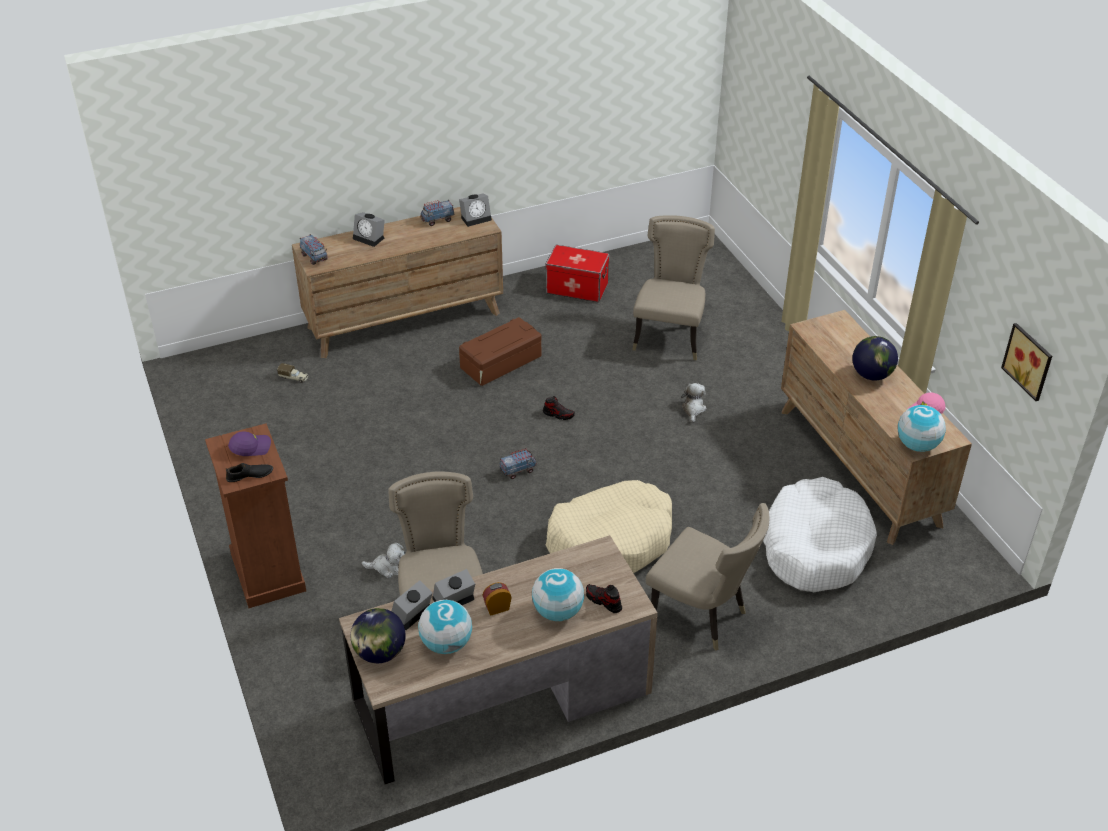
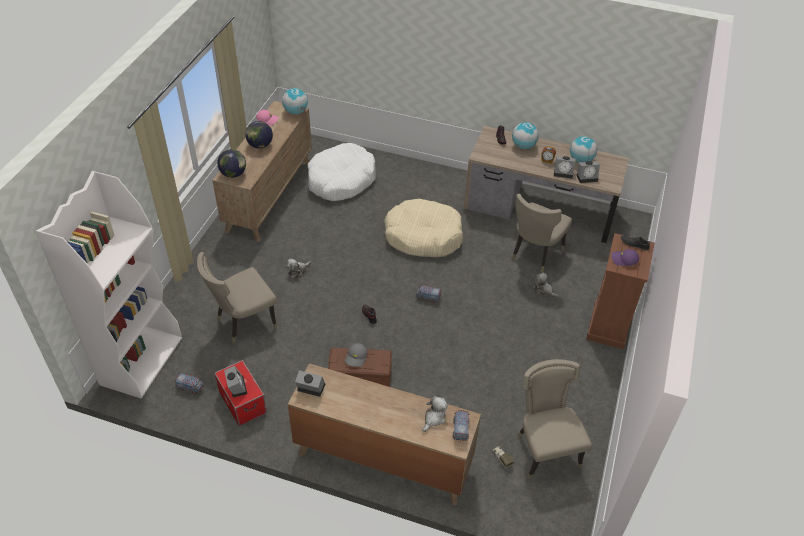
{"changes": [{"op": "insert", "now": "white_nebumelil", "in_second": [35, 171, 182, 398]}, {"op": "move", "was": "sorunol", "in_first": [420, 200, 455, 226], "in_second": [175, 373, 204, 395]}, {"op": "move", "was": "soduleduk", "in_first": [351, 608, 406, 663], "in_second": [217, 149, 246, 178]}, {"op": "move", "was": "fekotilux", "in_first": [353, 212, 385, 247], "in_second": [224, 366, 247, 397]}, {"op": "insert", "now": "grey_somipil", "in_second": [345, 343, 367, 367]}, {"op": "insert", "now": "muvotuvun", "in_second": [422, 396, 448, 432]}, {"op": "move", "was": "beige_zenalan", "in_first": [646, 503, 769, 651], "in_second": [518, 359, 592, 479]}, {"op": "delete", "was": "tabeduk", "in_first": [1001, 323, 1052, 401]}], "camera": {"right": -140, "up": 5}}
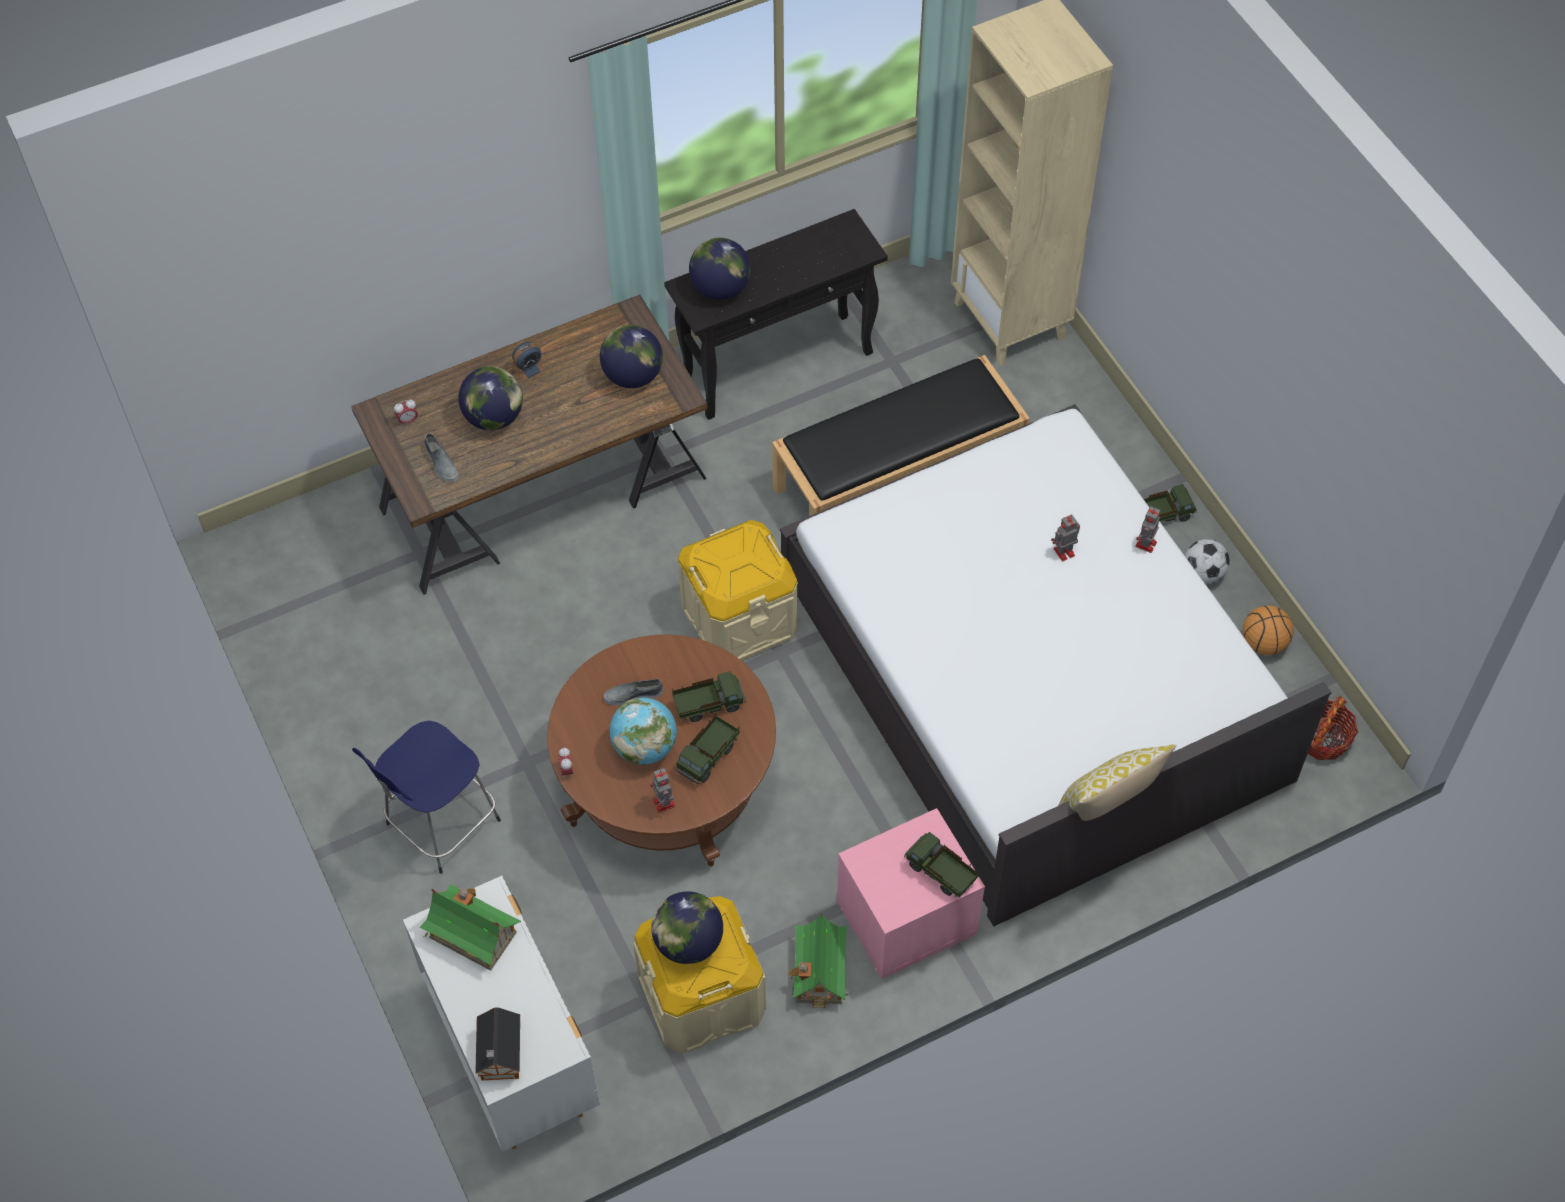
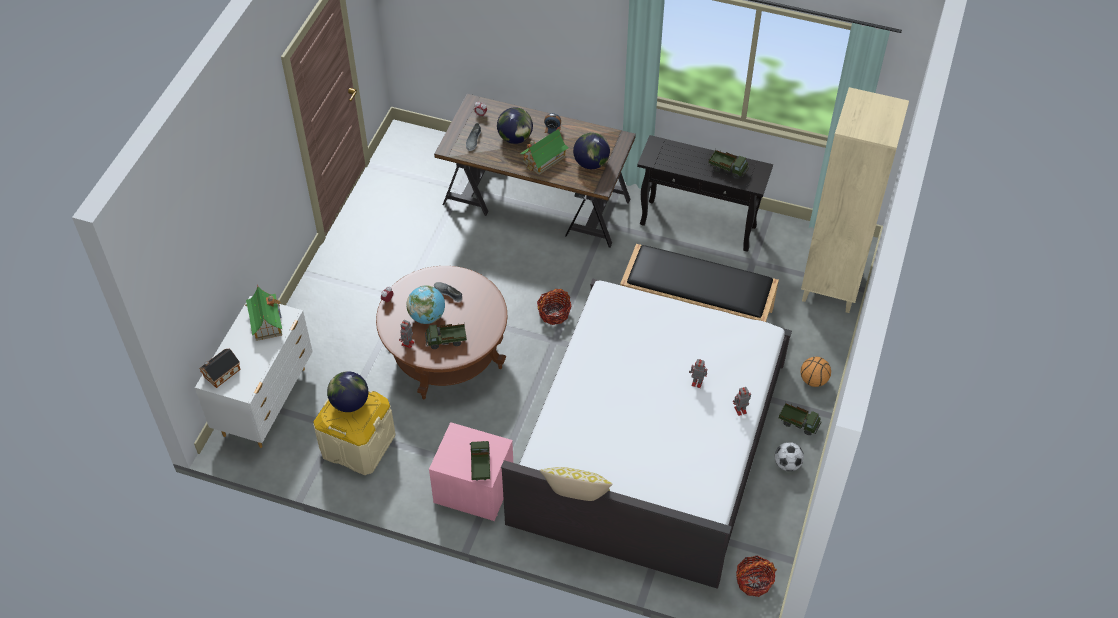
{"changes": [{"op": "move", "was": "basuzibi", "in_first": [788, 912, 848, 1008], "in_second": [520, 127, 569, 175]}, {"op": "replace", "was": "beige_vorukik", "now": "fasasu", "in_first": [677, 520, 798, 661], "in_second": [537, 289, 571, 325]}, {"op": "move", "was": "sorunol", "in_first": [672, 671, 746, 722], "in_second": [709, 149, 749, 179]}, {"op": "move", "was": "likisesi", "in_first": [1243, 605, 1294, 655], "in_second": [801, 357, 831, 387]}, {"op": "delete", "was": "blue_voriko", "in_first": [352, 721, 501, 874]}, {"op": "delete", "was": "soduleduk", "in_first": [689, 238, 751, 300]}], "camera": {"right": 45, "up": -5}}
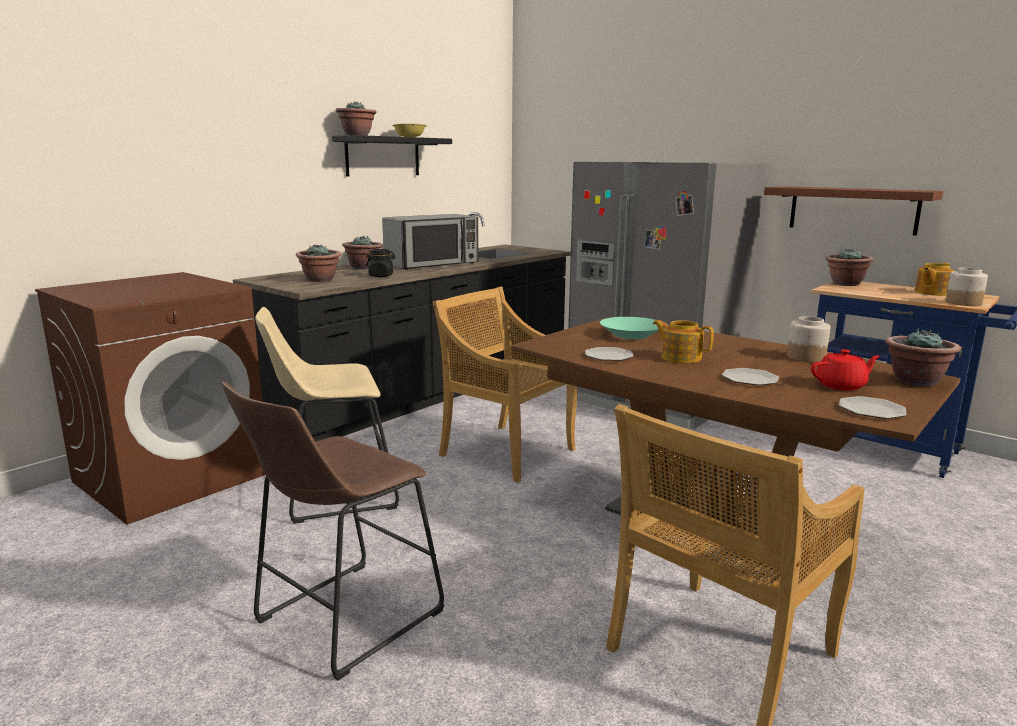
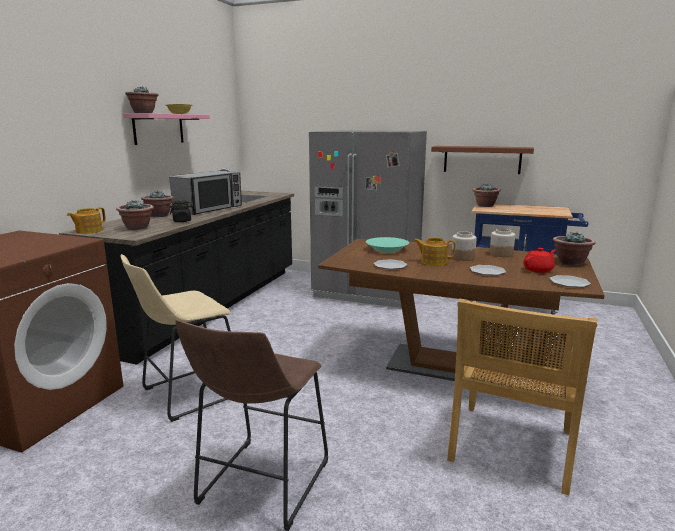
{"changes": [{"op": "move", "was": "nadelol", "in_first": [915, 263, 954, 296], "in_second": [67, 207, 106, 234]}, {"op": "recolor", "was": "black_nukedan", "now": "pink_nukedan", "in_first": [332, 135, 452, 177], "in_second": [123, 113, 210, 145]}, {"op": "move", "was": "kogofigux", "in_first": [946, 268, 988, 306], "in_second": [451, 231, 477, 261]}, {"op": "delete", "was": "beige_zenalan", "in_first": [432, 286, 577, 483]}], "camera": {"right": -20, "up": 0}}
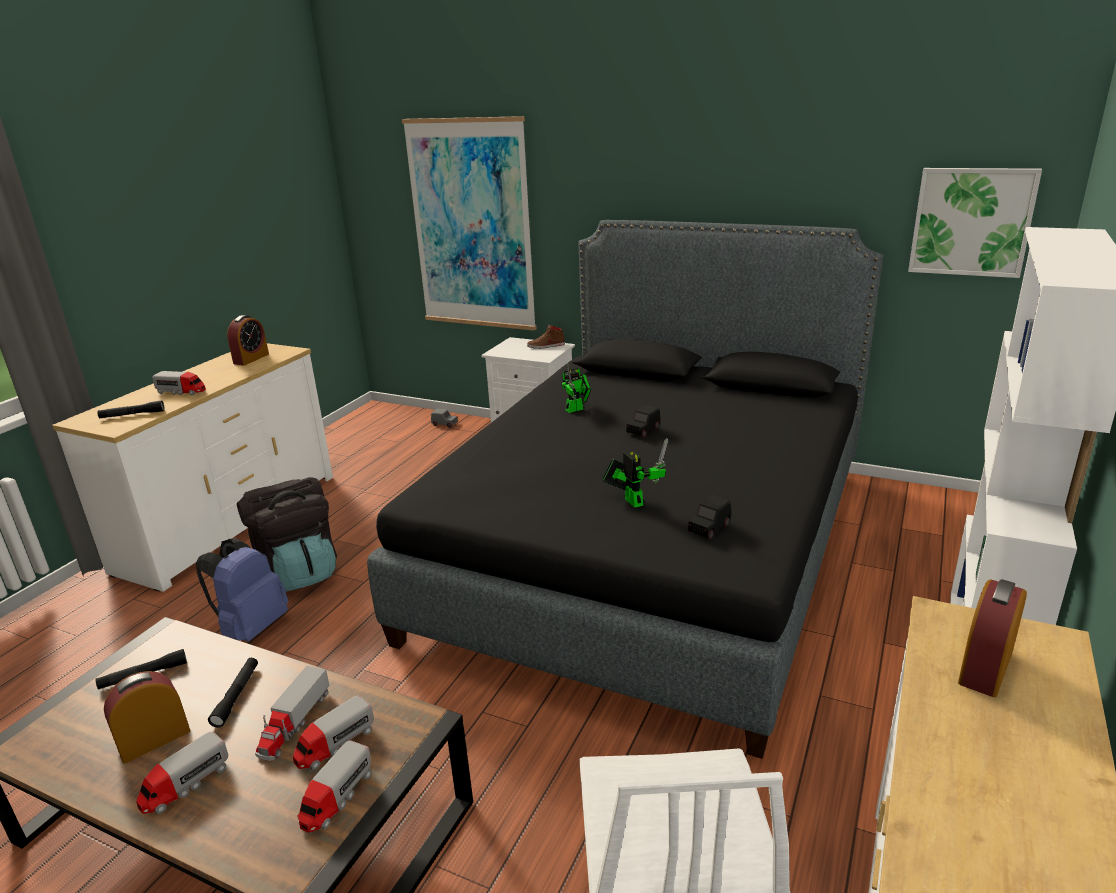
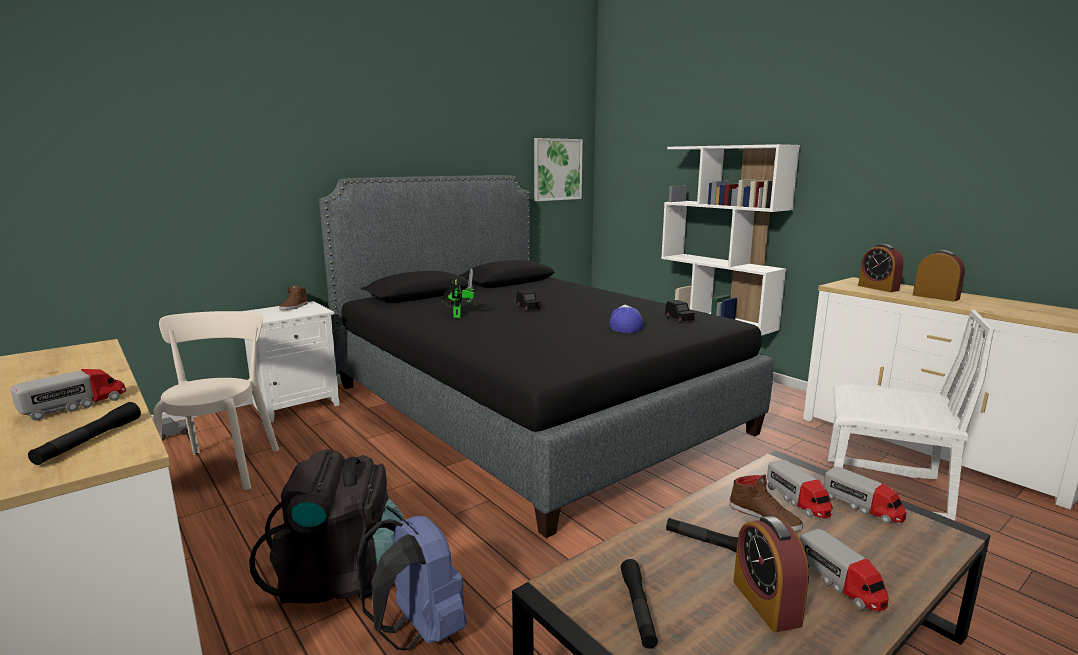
{"changes": [{"op": "insert", "now": "beige_zenalan", "in_second": [153, 311, 279, 490]}, {"op": "replace", "was": "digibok", "now": "somipil", "in_first": [602, 438, 669, 508], "in_second": [609, 305, 643, 333]}, {"op": "replace", "was": "sorunol", "now": "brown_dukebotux", "in_first": [255, 666, 330, 761], "in_second": [730, 475, 803, 531]}, {"op": "move", "was": "fekotilux", "in_first": [227, 315, 269, 365], "in_second": [913, 250, 965, 302]}, {"op": "delete", "was": "tabeduk", "in_first": [402, 116, 537, 330]}], "camera": {"right": -65, "up": -10}}
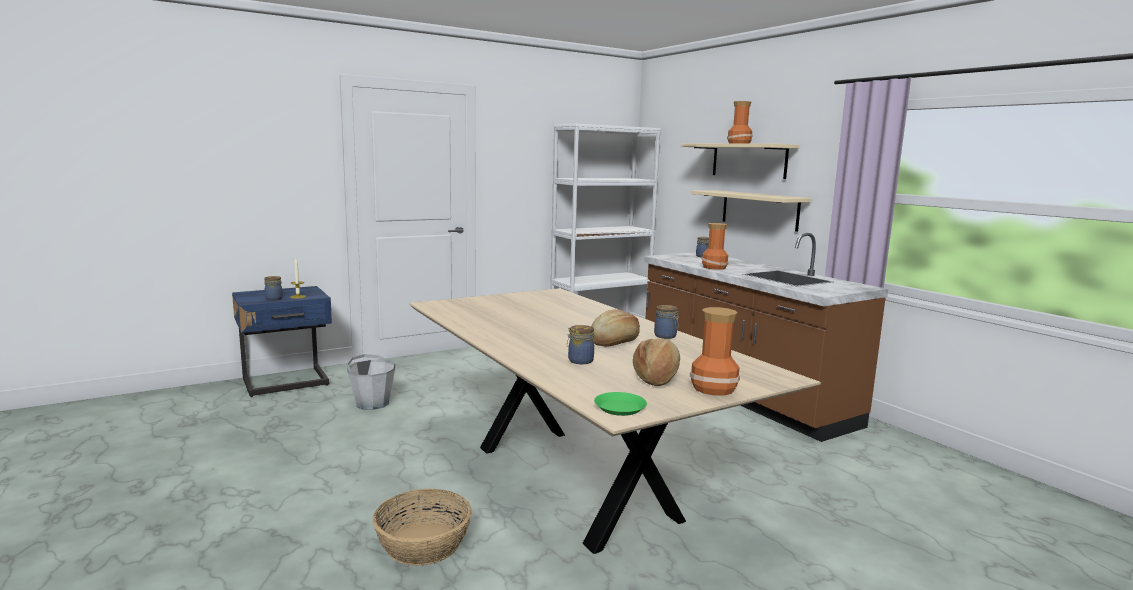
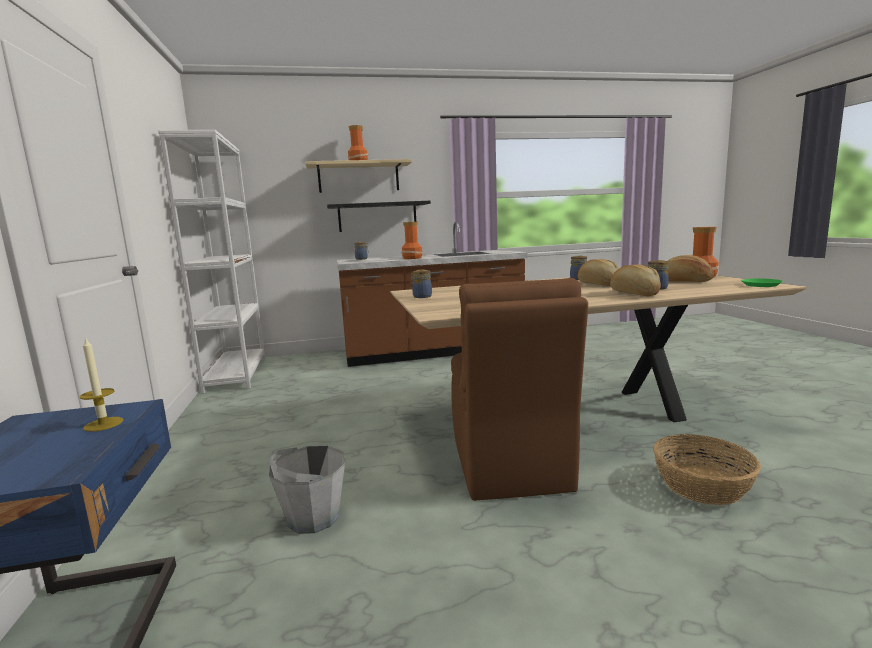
{"changes": [{"op": "recolor", "was": "beige_nukedan", "now": "black_nukedan", "in_first": [691, 190, 812, 232], "in_second": [327, 201, 431, 232]}, {"op": "move", "was": "kogofigux", "in_first": [264, 276, 283, 300], "in_second": [411, 270, 432, 298]}, {"op": "insert", "now": "brown_zenalan", "in_second": [451, 278, 588, 501]}, {"op": "insert", "now": "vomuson", "in_second": [610, 264, 661, 296]}], "camera": {"right": -70, "up": 0}}
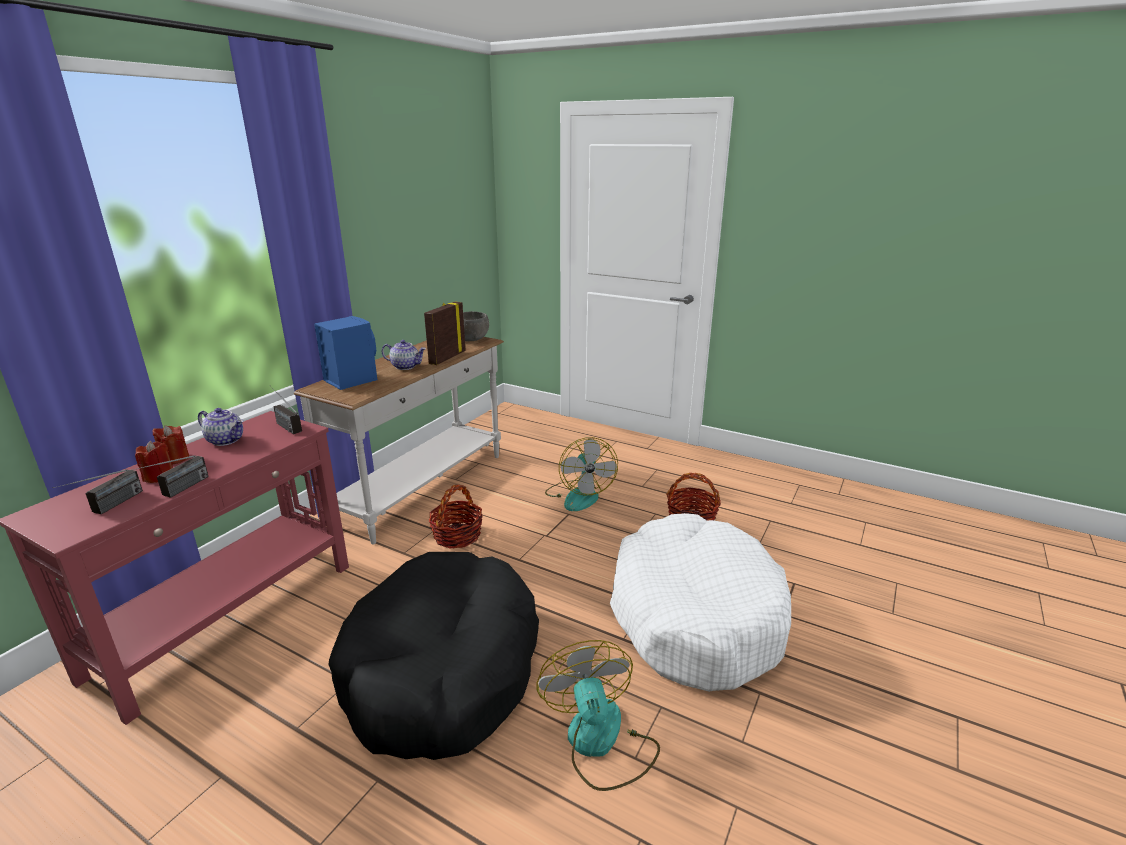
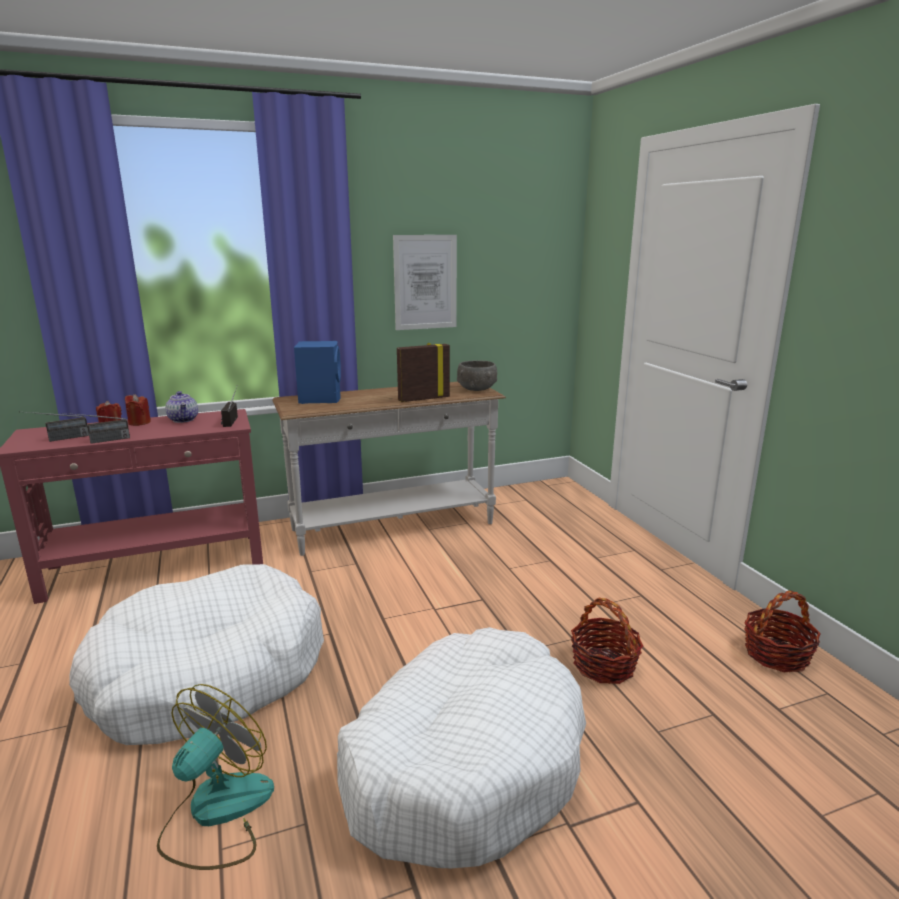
{"changes": [{"op": "recolor", "was": "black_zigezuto", "now": "white_zigezuto", "in_first": [328, 552, 539, 760], "in_second": [69, 564, 324, 745]}, {"op": "insert", "now": "tabeduk", "in_second": [393, 235, 457, 330]}, {"op": "move", "was": "fasasu", "in_first": [429, 485, 483, 549], "in_second": [744, 590, 821, 672]}, {"op": "delete", "was": "nadelol", "in_first": [382, 340, 426, 370]}, {"op": "delete", "was": "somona", "in_first": [545, 437, 618, 511]}], "camera": {"right": 40, "up": -5}}
